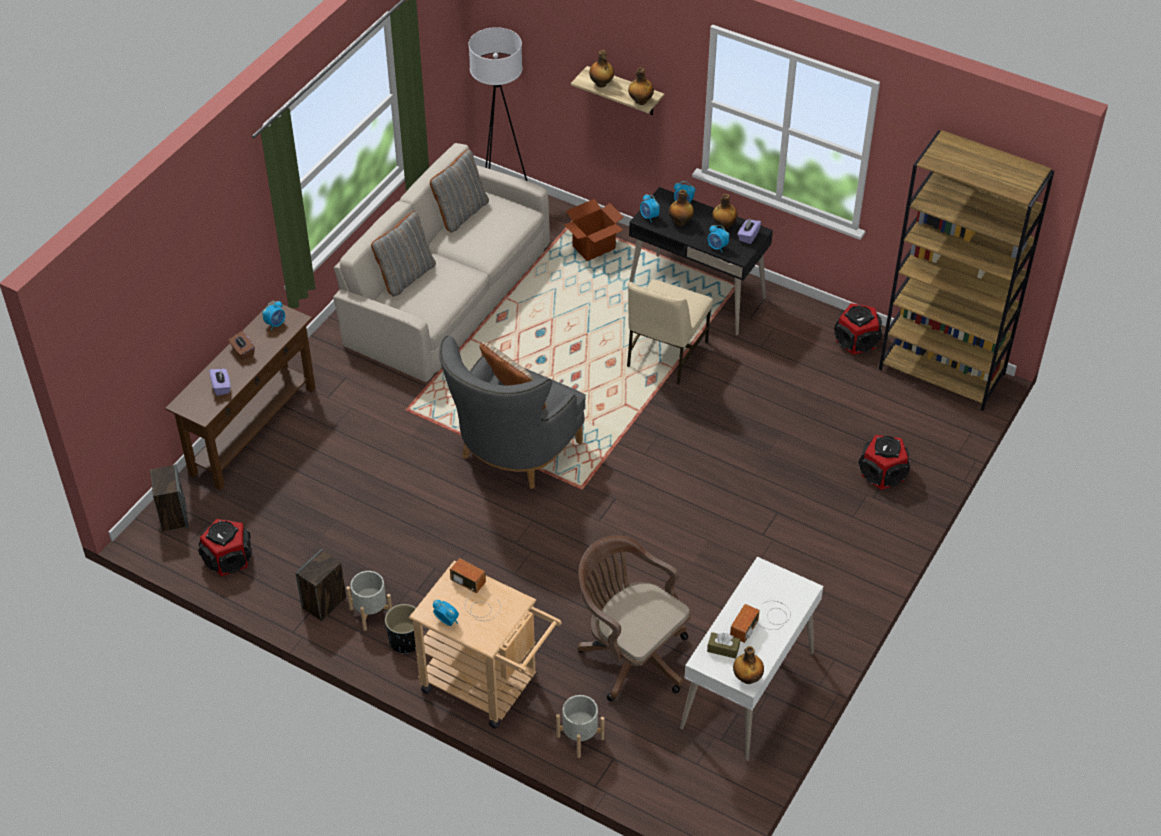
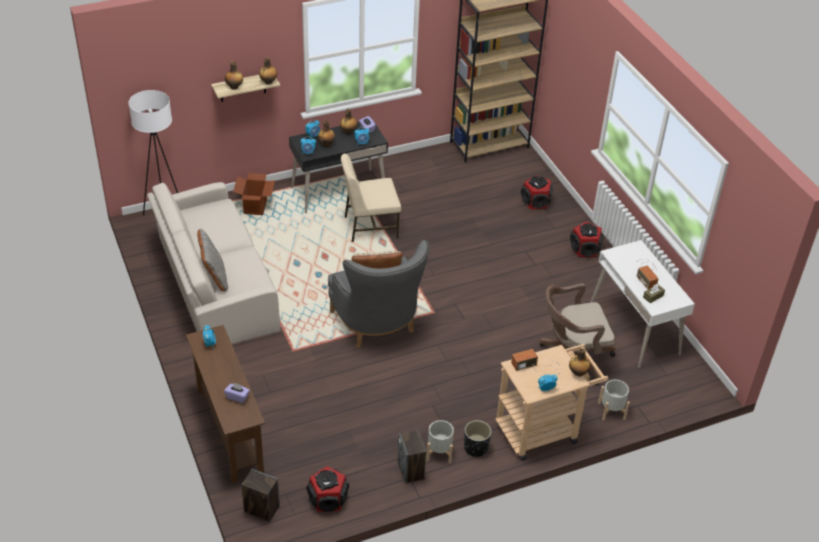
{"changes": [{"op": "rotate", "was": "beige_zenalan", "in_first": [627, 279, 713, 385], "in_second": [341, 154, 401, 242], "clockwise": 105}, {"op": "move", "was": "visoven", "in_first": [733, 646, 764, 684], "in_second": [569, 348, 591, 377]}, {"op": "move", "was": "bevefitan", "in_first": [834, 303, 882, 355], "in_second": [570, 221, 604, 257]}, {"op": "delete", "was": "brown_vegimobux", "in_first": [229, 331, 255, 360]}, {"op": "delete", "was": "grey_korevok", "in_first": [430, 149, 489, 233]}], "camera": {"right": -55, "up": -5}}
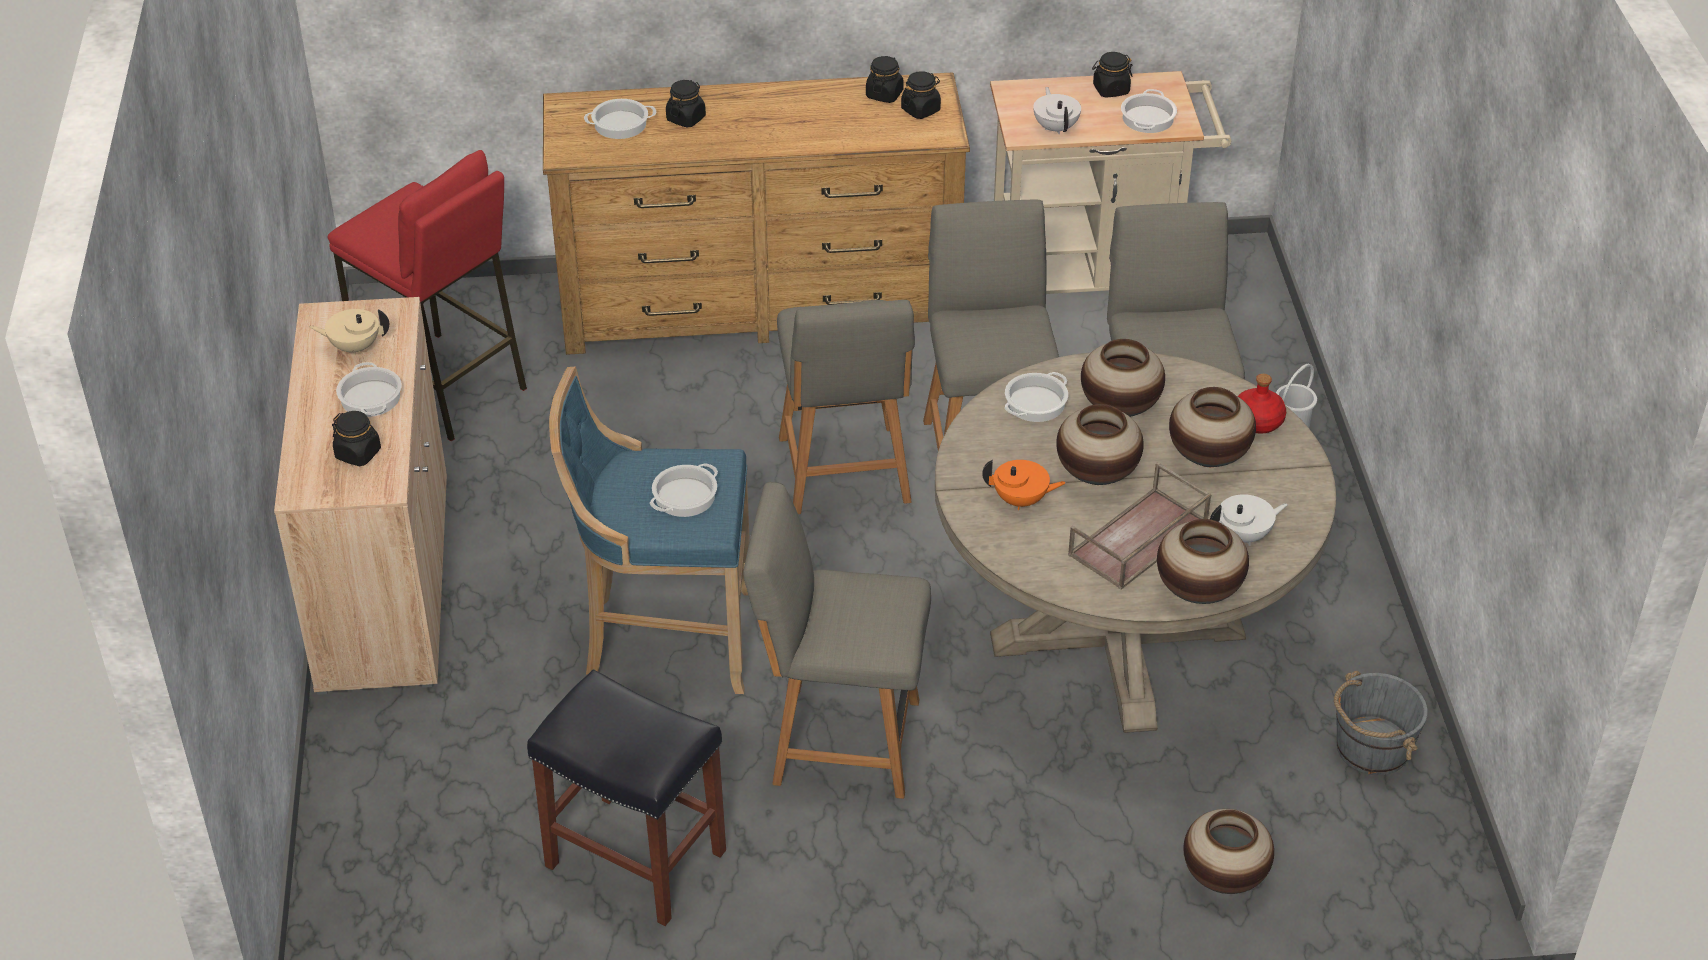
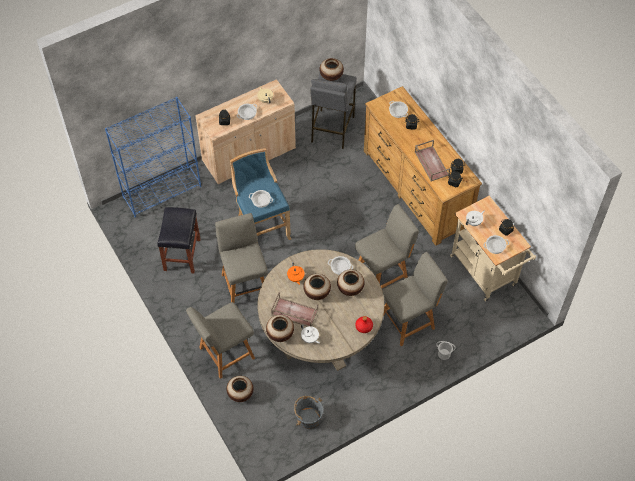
{"changes": [{"op": "insert", "now": "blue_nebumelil", "in_second": [105, 97, 201, 218]}, {"op": "move", "was": "grey_zenalan", "in_first": [777, 300, 915, 514], "in_second": [186, 302, 255, 379]}, {"op": "recolor", "was": "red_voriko", "now": "grey_voriko", "in_first": [328, 150, 527, 441], "in_second": [310, 74, 357, 149]}, {"op": "move", "was": "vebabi", "in_first": [1169, 387, 1256, 467], "in_second": [319, 58, 344, 81]}, {"op": "insert", "now": "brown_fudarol", "in_second": [415, 140, 450, 182]}], "camera": {"right": 65, "up": 15}}
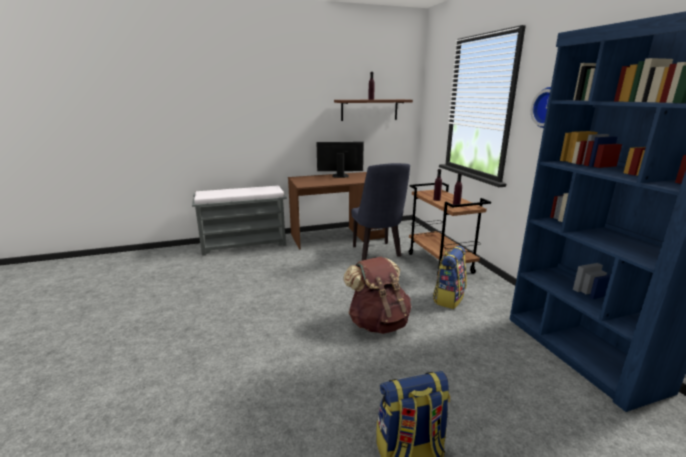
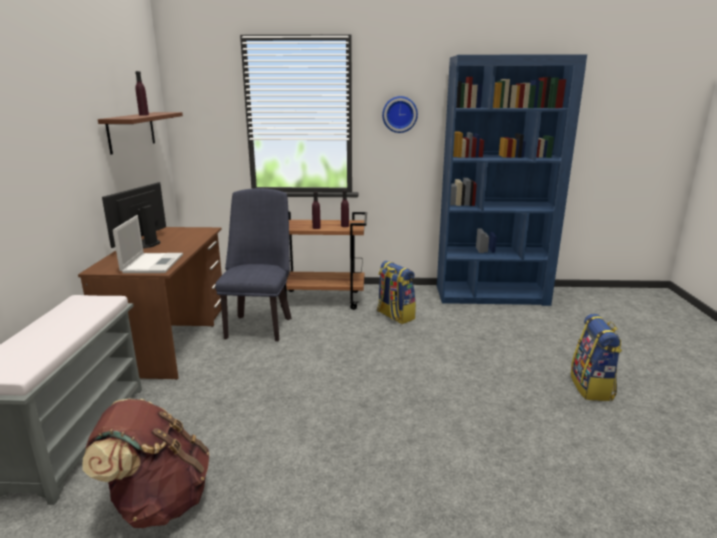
{"changes": [{"op": "move", "was": "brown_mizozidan", "in_first": [343, 257, 411, 334], "in_second": [82, 399, 210, 528]}, {"op": "insert", "now": "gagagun", "in_second": [113, 215, 183, 273]}, {"op": "rotate", "was": "blue_zenalan", "in_first": [351, 163, 410, 261], "in_second": [215, 188, 292, 341], "clockwise": -90}], "camera": {"right": -70, "up": 0}}
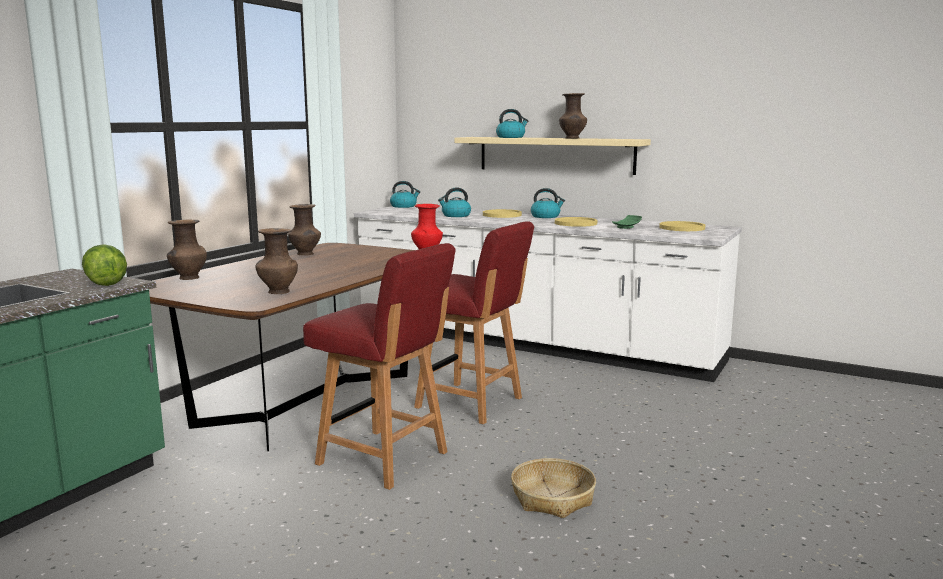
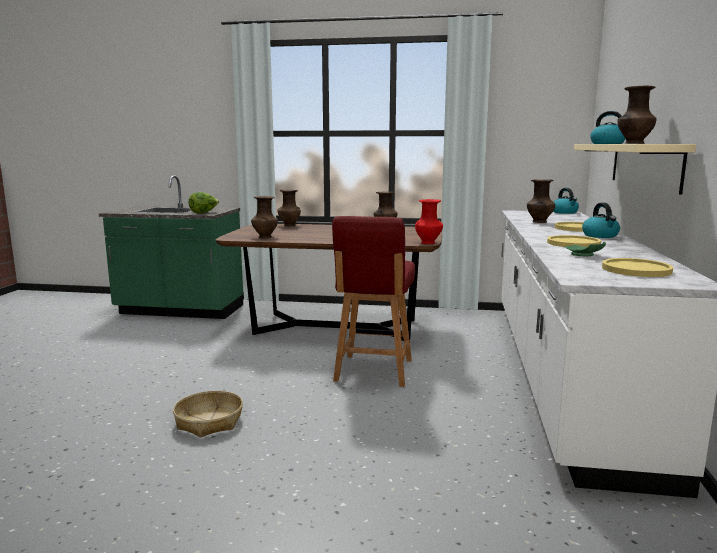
{"changes": [{"op": "replace", "was": "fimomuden", "now": "brown_vebabi", "in_first": [438, 188, 471, 217], "in_second": [527, 179, 555, 223]}, {"op": "delete", "was": "red_zenalan", "in_first": [303, 243, 456, 490]}], "camera": {"right": 70, "up": 0}}
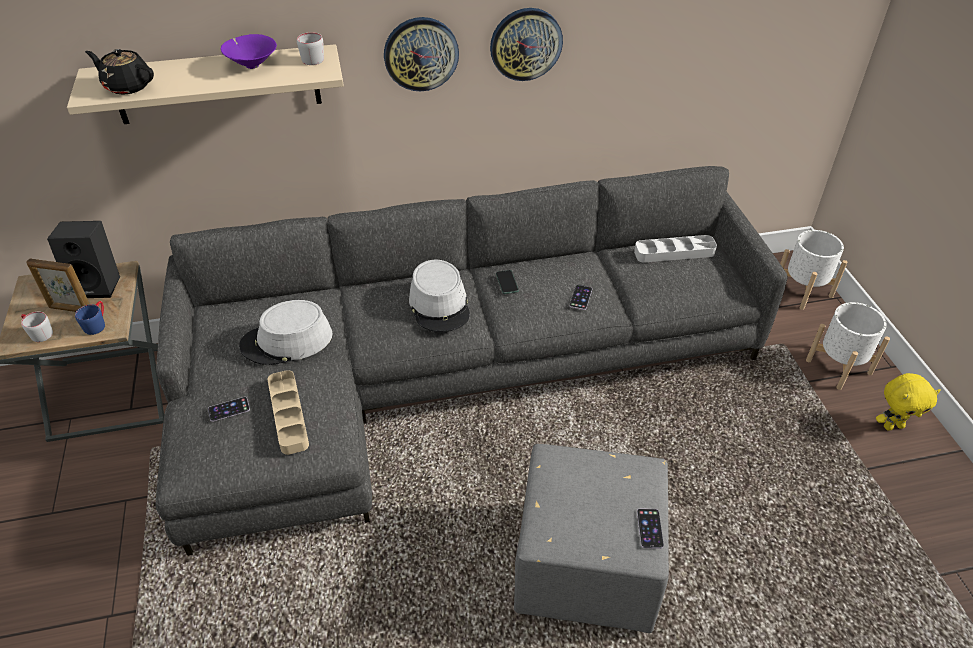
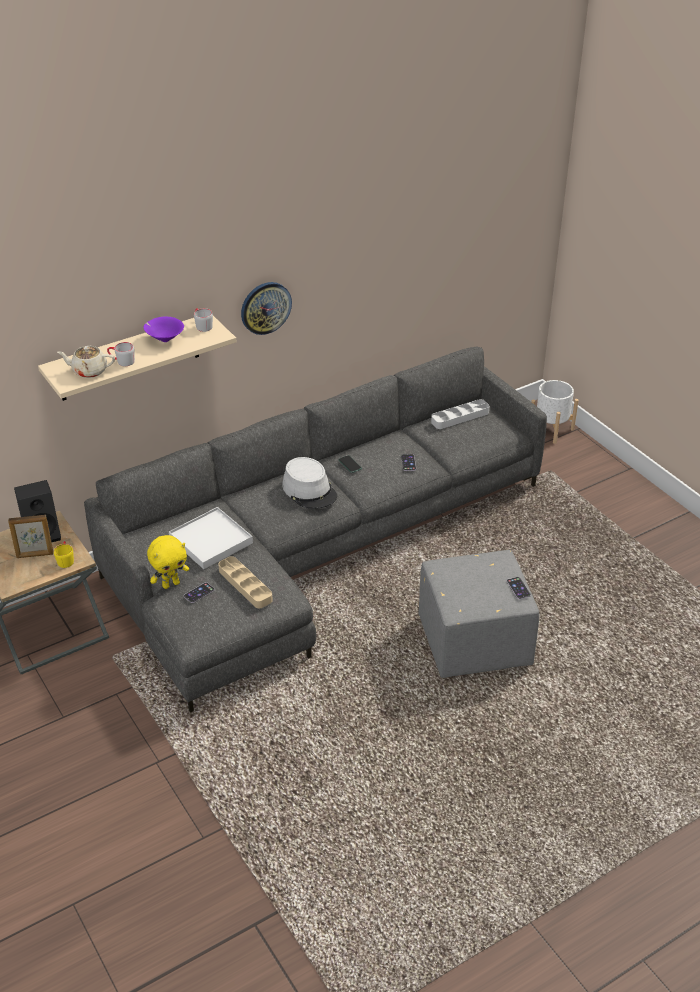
{"changes": [{"op": "recolor", "was": "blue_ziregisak", "now": "yellow_ziregisak", "in_first": [75, 301, 105, 335], "in_second": [54, 541, 74, 568]}, {"op": "recolor", "was": "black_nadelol", "now": "beige_nadelol", "in_first": [85, 49, 154, 95], "in_second": [57, 346, 115, 378]}, {"op": "move", "was": "grey_ziregisak", "in_first": [21, 312, 53, 342], "in_second": [107, 342, 135, 366]}, {"op": "move", "was": "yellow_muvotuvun", "in_first": [876, 373, 941, 431], "in_second": [147, 535, 189, 589]}, {"op": "replace", "was": "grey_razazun", "now": "white_fudarol", "in_first": [239, 300, 332, 365], "in_second": [169, 507, 253, 569]}, {"op": "delete", "was": "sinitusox", "in_first": [490, 8, 563, 81]}, {"op": "delete", "was": "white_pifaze", "in_first": [806, 302, 890, 390]}], "camera": {"right": -20, "up": -5}}
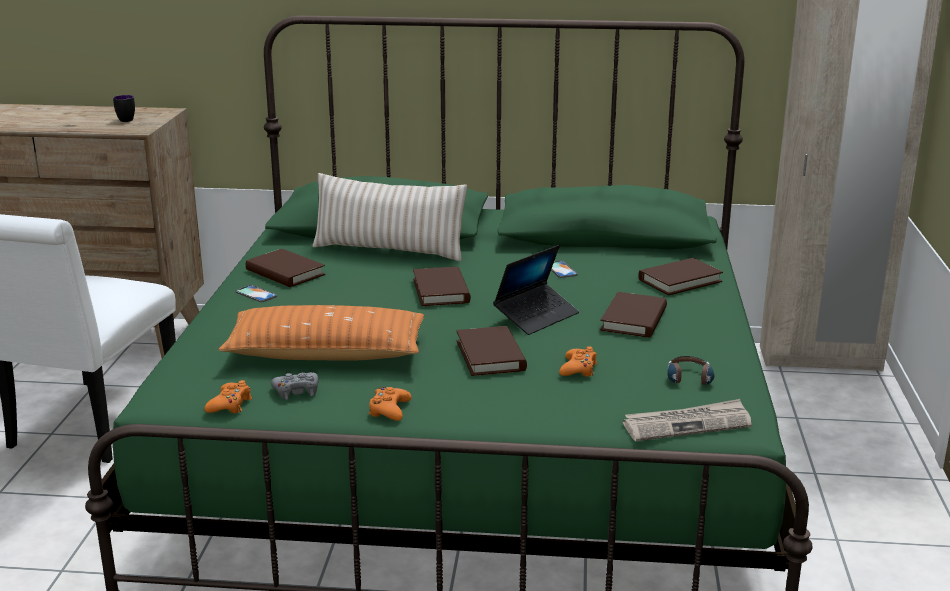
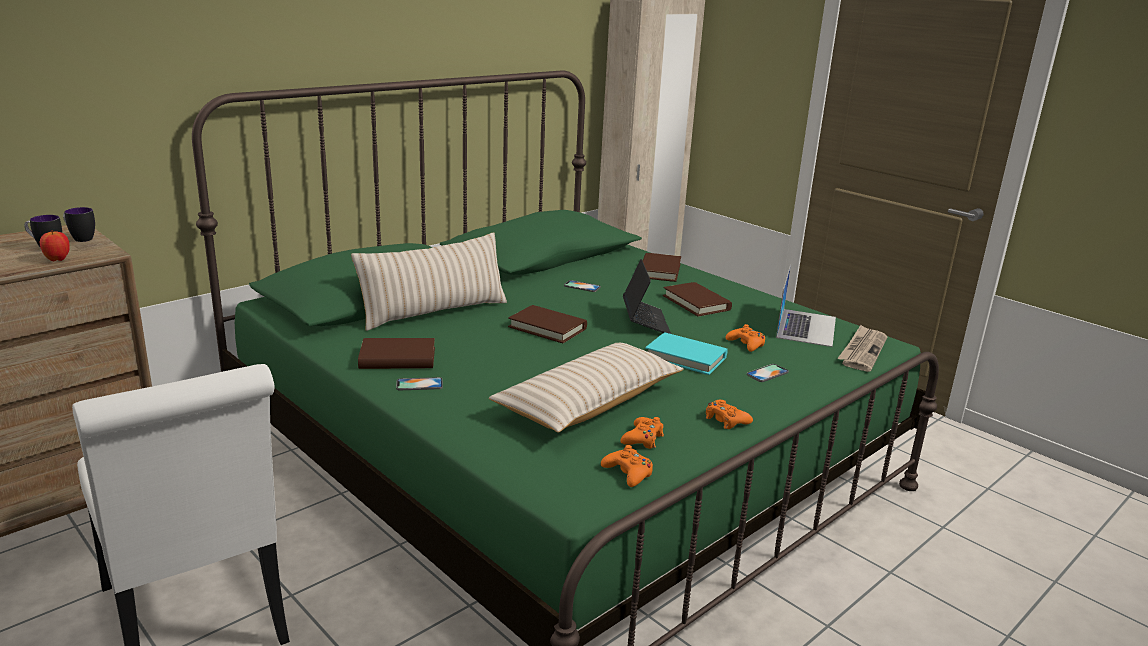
{"changes": [{"op": "insert", "now": "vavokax", "in_second": [40, 230, 70, 261]}, {"op": "insert", "now": "ziregisak", "in_second": [63, 207, 95, 242]}, {"op": "recolor", "was": "orange_korevok", "now": "beige_korevok", "in_first": [218, 305, 424, 361], "in_second": [489, 343, 684, 433]}, {"op": "recolor", "was": "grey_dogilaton", "now": "orange_dogilaton", "in_first": [271, 372, 319, 400], "in_second": [620, 417, 664, 449]}, {"op": "recolor", "was": "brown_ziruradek", "now": "turquoise_ziruradek", "in_first": [456, 326, 527, 376], "in_second": [645, 332, 727, 375]}, {"op": "insert", "now": "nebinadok", "in_second": [747, 364, 789, 382]}, {"op": "replace", "was": "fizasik", "now": "gagagun", "in_first": [667, 356, 714, 388], "in_second": [776, 264, 836, 347]}], "camera": {"right": -50, "up": 0}}
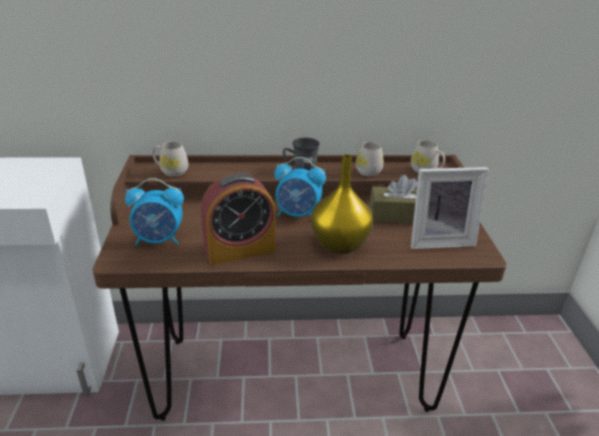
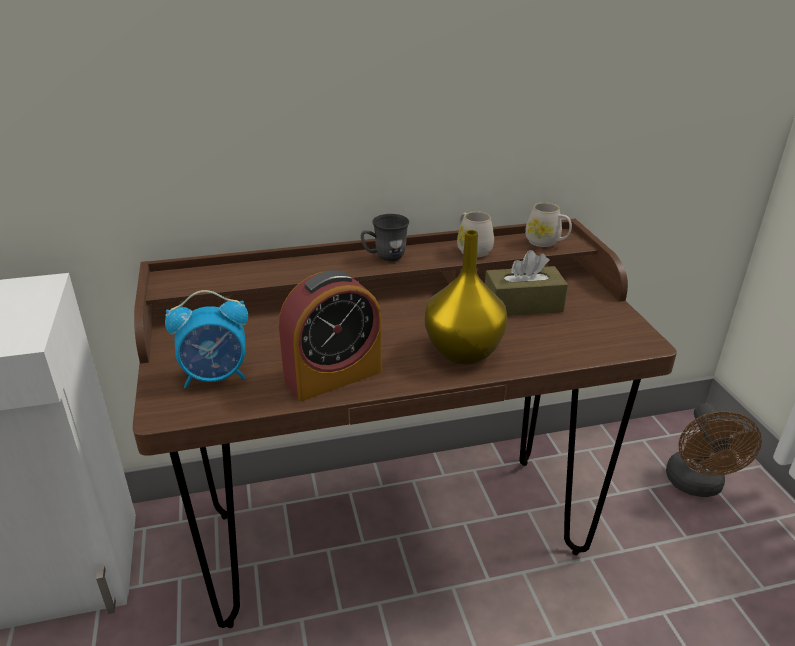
{"changes": [{"op": "insert", "now": "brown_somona", "in_second": [666, 403, 762, 497]}, {"op": "delete", "was": "white_ziregisak", "in_first": [152, 141, 188, 177]}, {"op": "delete", "was": "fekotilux", "in_first": [274, 157, 326, 217]}, {"op": "delete", "was": "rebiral", "in_first": [411, 167, 489, 249]}], "camera": {"right": -10, "up": 0}}
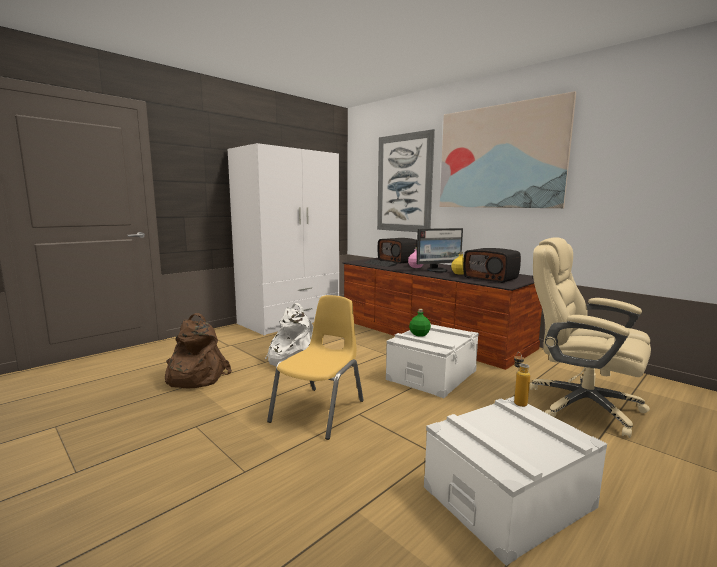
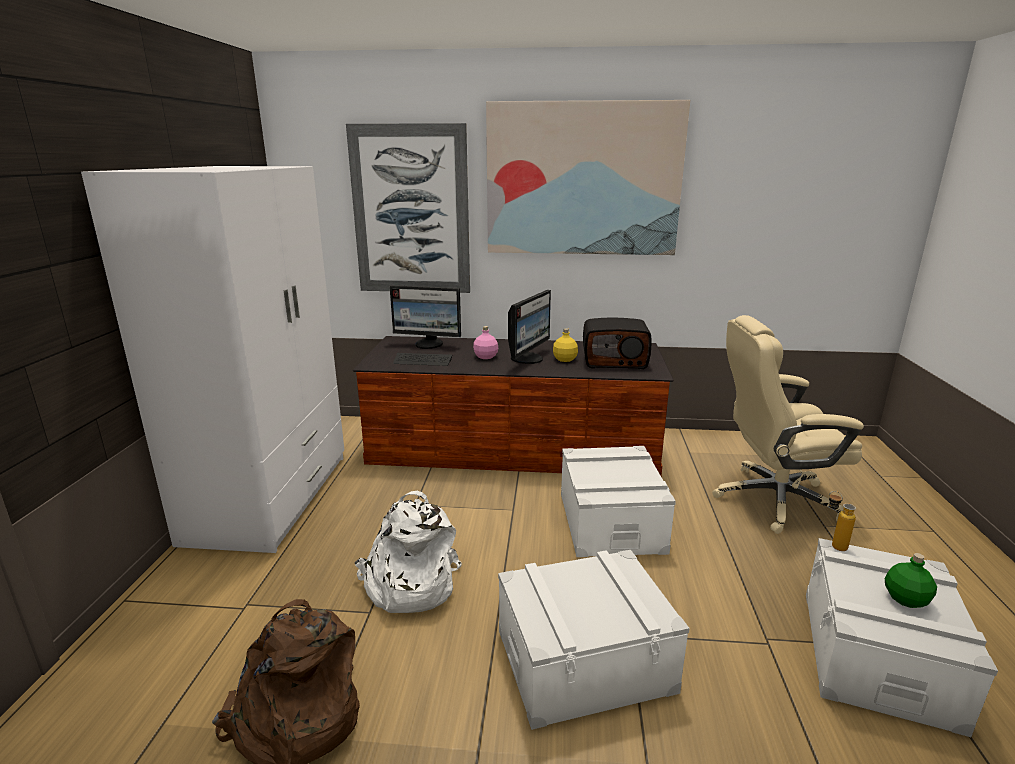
{"changes": [{"op": "replace", "was": "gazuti", "now": "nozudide", "in_first": [378, 238, 417, 264], "in_second": [390, 285, 461, 349]}, {"op": "replace", "was": "yellow_zenalan", "now": "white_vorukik", "in_first": [267, 295, 364, 440], "in_second": [498, 550, 690, 730]}, {"op": "move", "was": "green_visoven", "in_first": [409, 309, 431, 336], "in_second": [885, 553, 937, 608]}], "camera": {"right": -40, "up": 10}}
